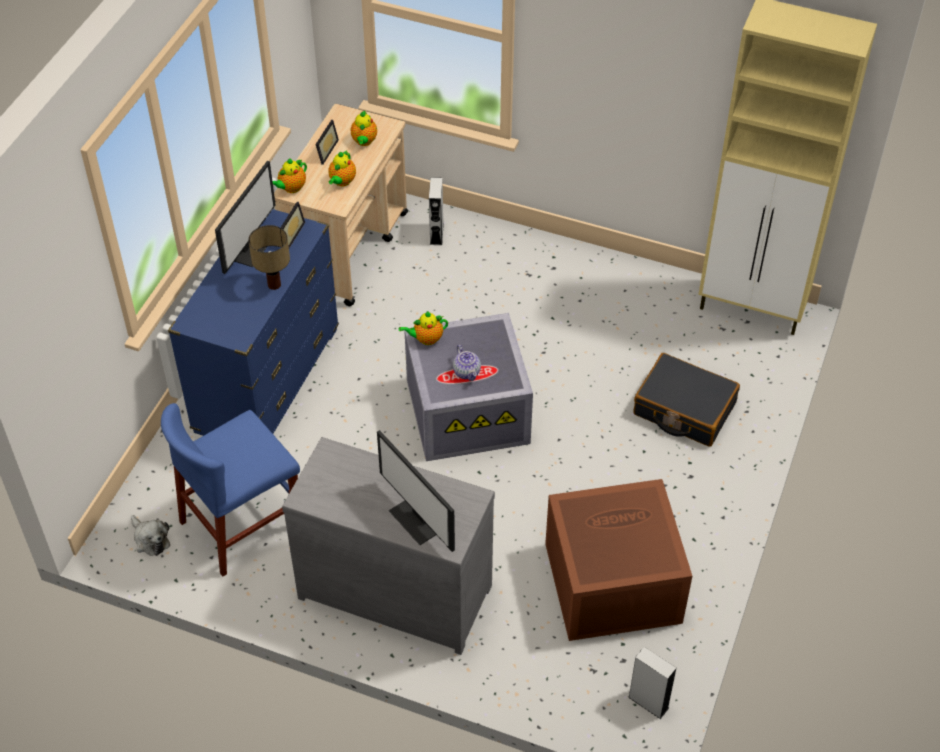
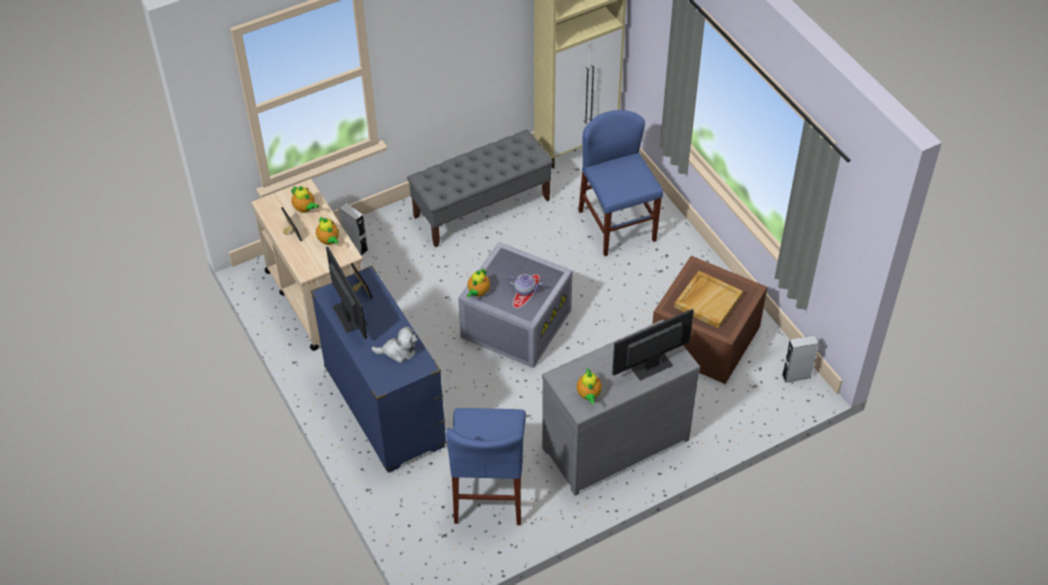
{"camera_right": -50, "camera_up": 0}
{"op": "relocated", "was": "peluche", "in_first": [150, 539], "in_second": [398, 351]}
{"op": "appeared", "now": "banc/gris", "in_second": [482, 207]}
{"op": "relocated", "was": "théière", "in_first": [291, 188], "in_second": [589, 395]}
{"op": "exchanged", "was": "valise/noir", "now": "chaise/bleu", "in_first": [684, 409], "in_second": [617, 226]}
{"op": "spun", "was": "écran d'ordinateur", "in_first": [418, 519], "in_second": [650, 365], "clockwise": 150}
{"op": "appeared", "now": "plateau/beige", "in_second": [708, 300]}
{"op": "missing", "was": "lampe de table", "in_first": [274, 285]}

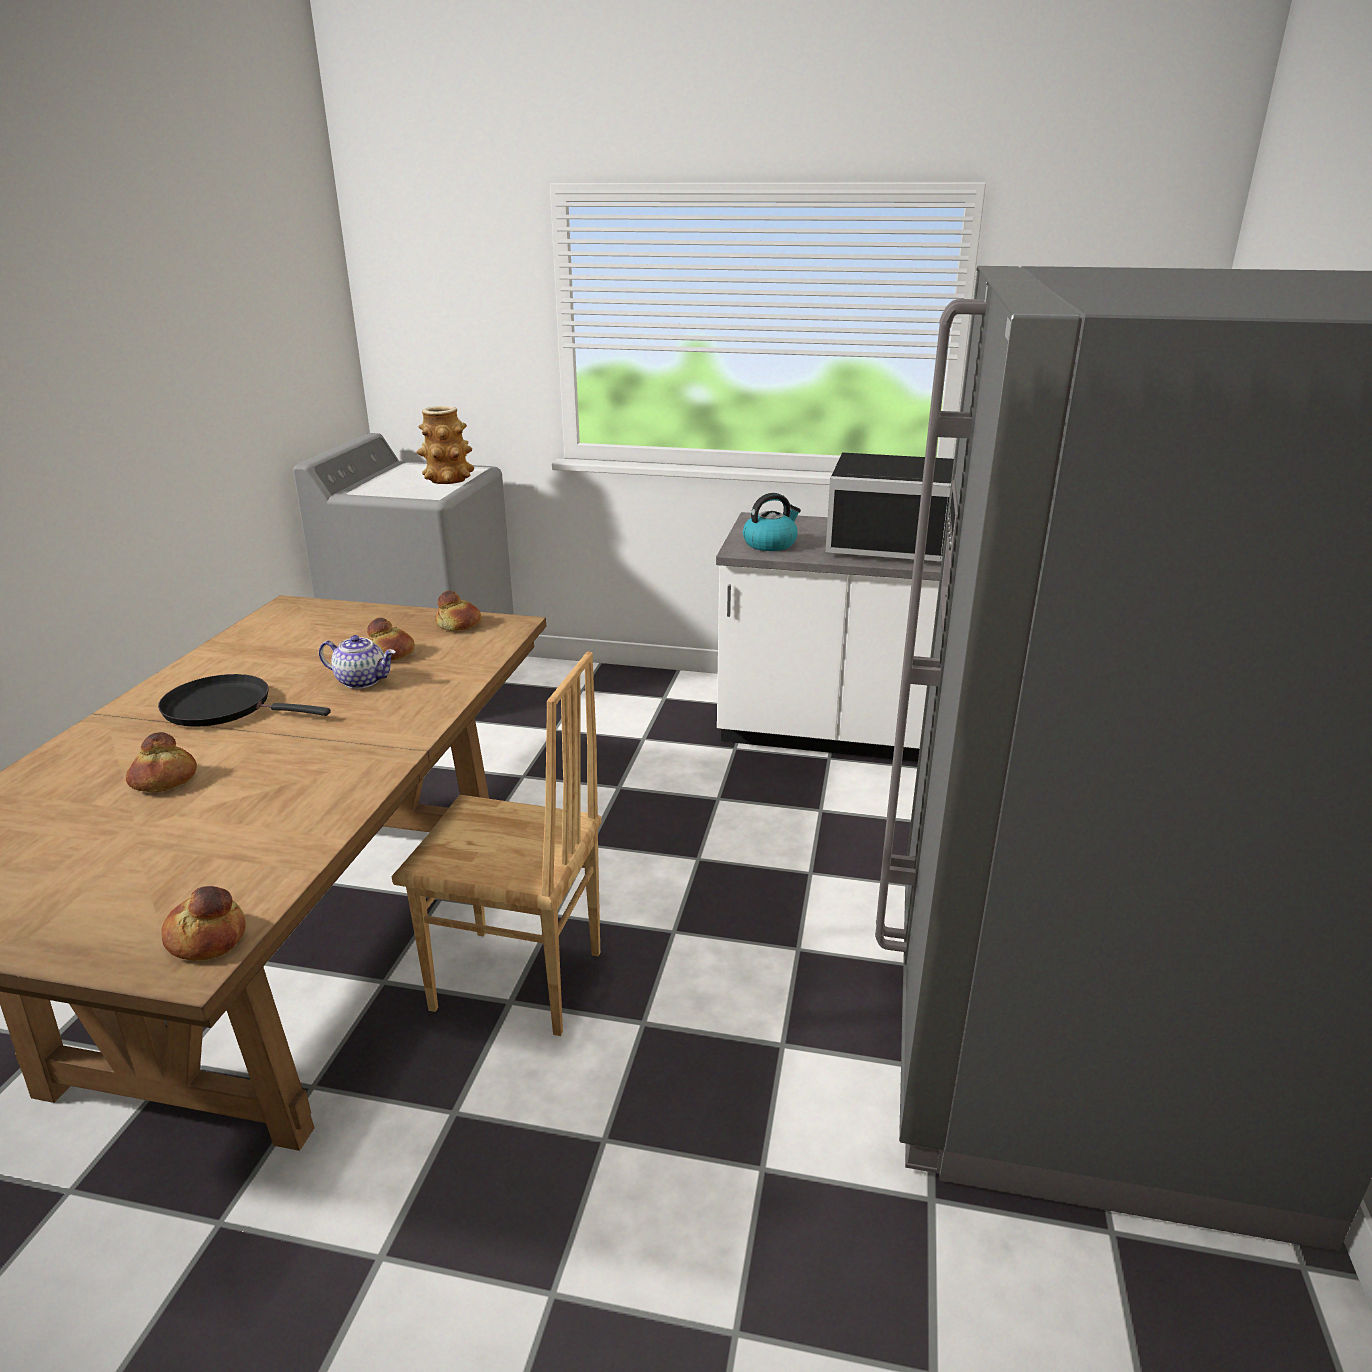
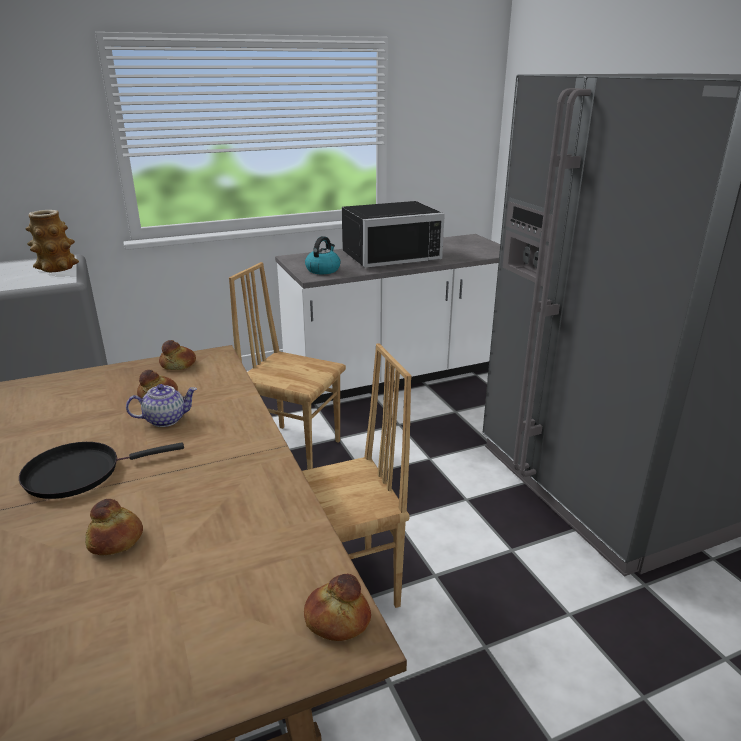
{"camera_right": -35, "camera_up": 0}
{"op": "appeared", "now": "chaise/marron", "in_second": [295, 447]}

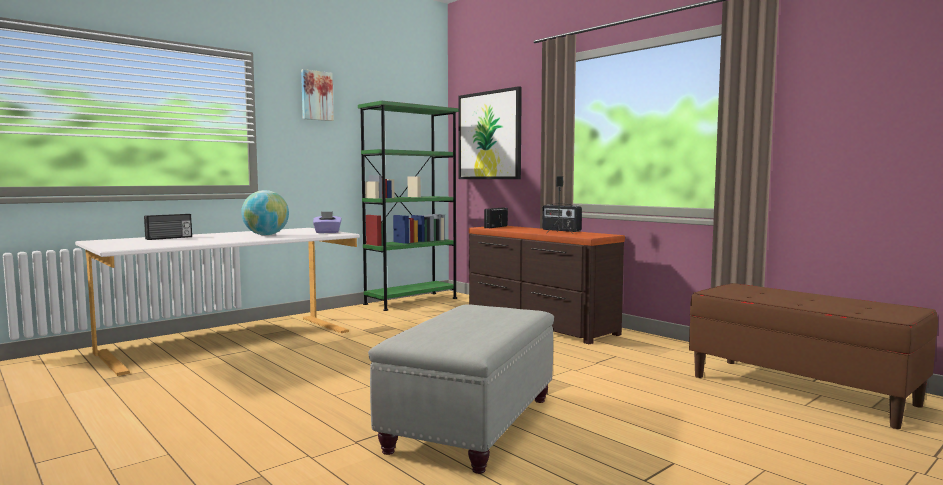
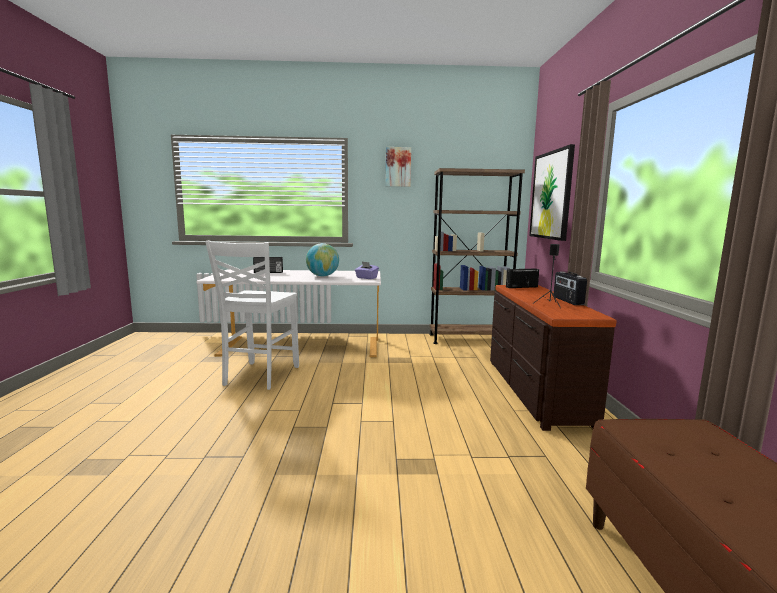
{"camera_right": 40, "camera_up": 5}
{"op": "appeared", "now": "chaise/blanc", "in_second": [260, 376]}
{"op": "colour", "was": "bibliothèque/vert", "now": "bibliothèque/marron", "in_first": [411, 301], "in_second": [469, 339]}
{"op": "missing", "was": "pouf/gris", "in_first": [471, 424]}

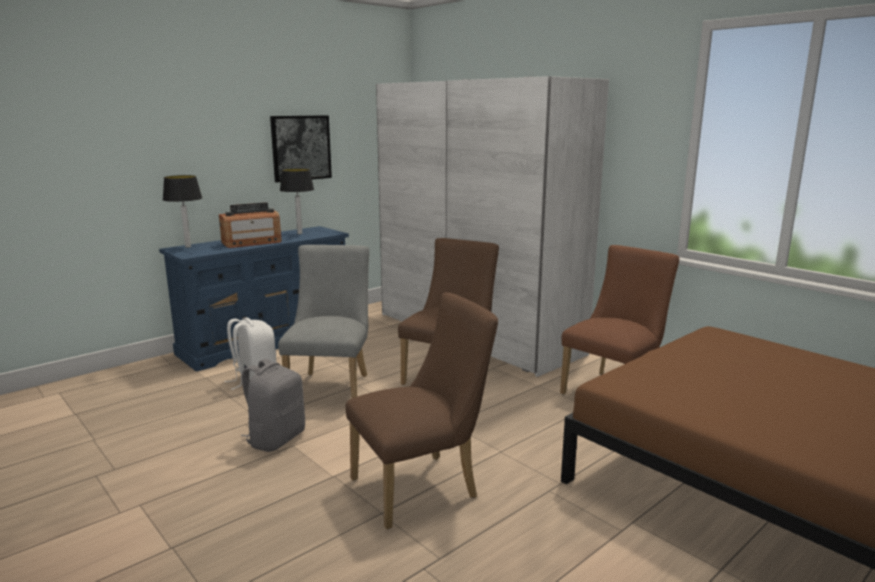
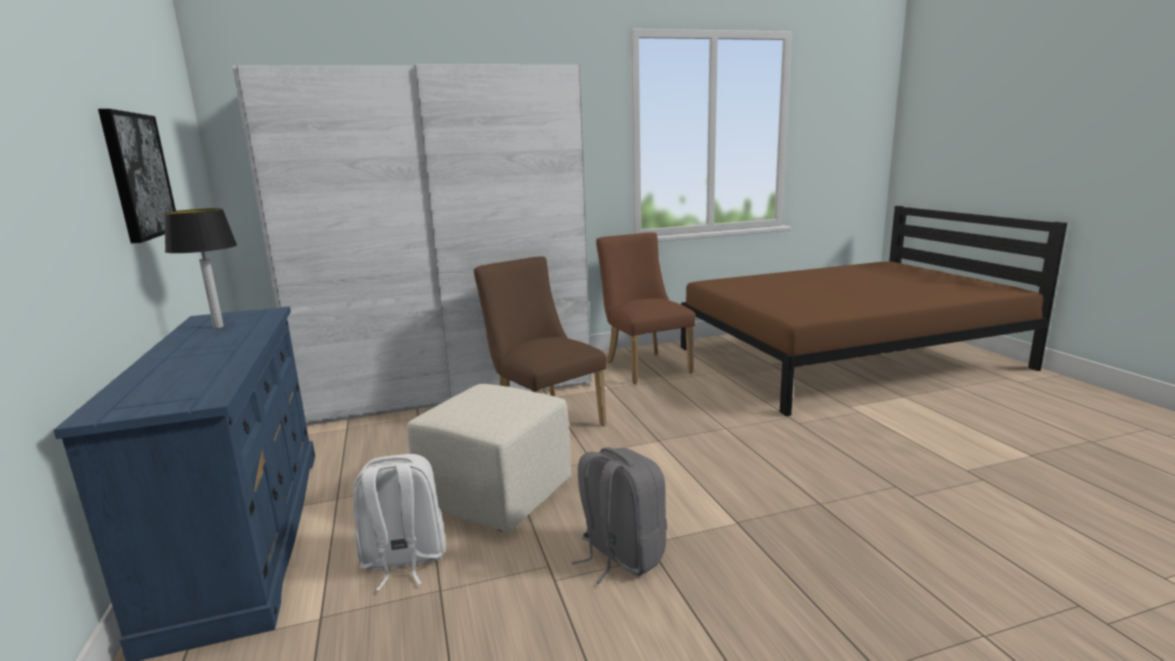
{"camera_right": -65, "camera_up": 0}
{"op": "exchanged", "was": "chaise/gris", "now": "pouf/beige", "in_first": [331, 386], "in_second": [497, 495]}
{"op": "missing", "was": "lampe de table", "in_first": [188, 247]}
{"op": "missing", "was": "radio", "in_first": [251, 242]}
{"op": "missing", "was": "chaise/marron", "in_first": [422, 486]}

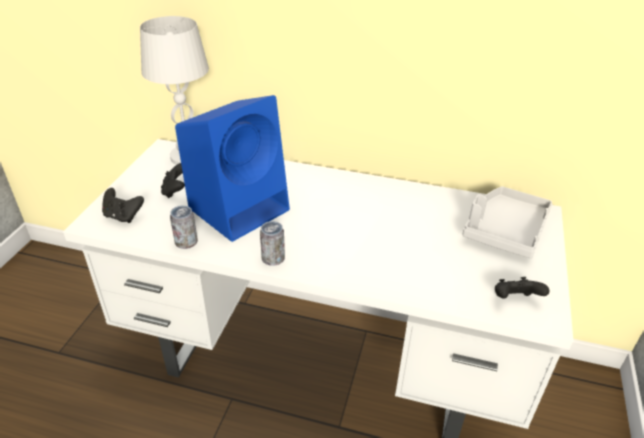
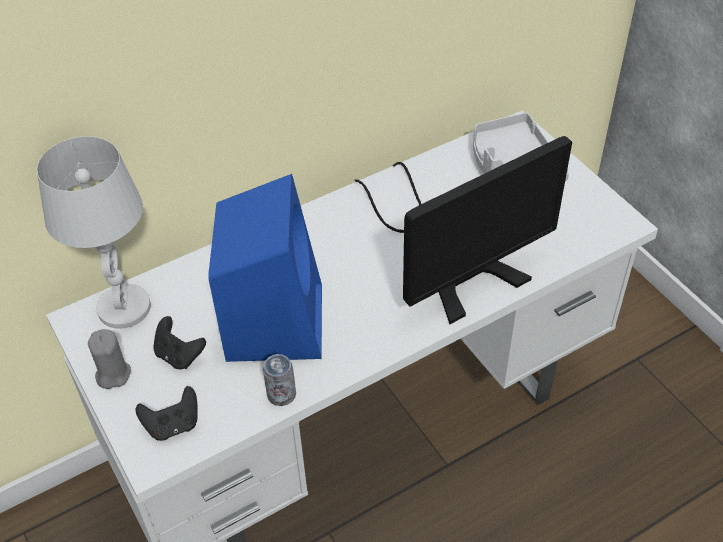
{"camera_right": -45, "camera_up": 10}
{"op": "appeared", "now": "bougie/gris", "in_second": [113, 374]}
{"op": "appeared", "now": "écran d'ordinateur", "in_second": [453, 262]}
{"op": "missing", "was": "boîte métallique", "in_first": [273, 258]}
{"op": "missing", "was": "manette/noir", "in_first": [514, 300]}

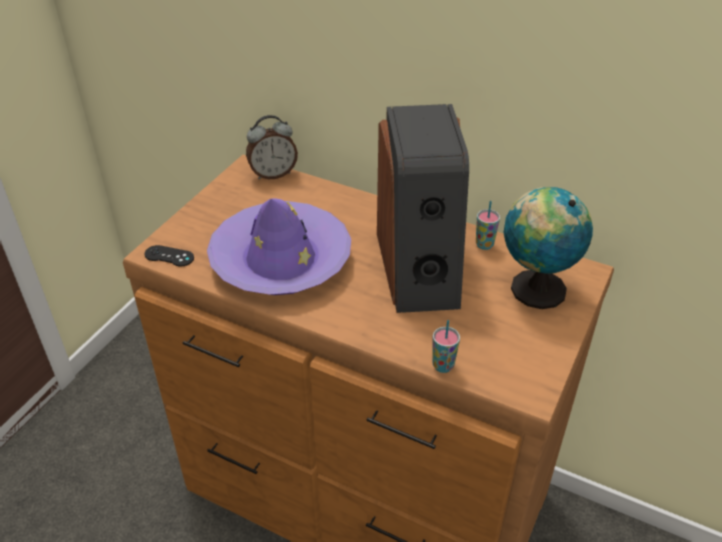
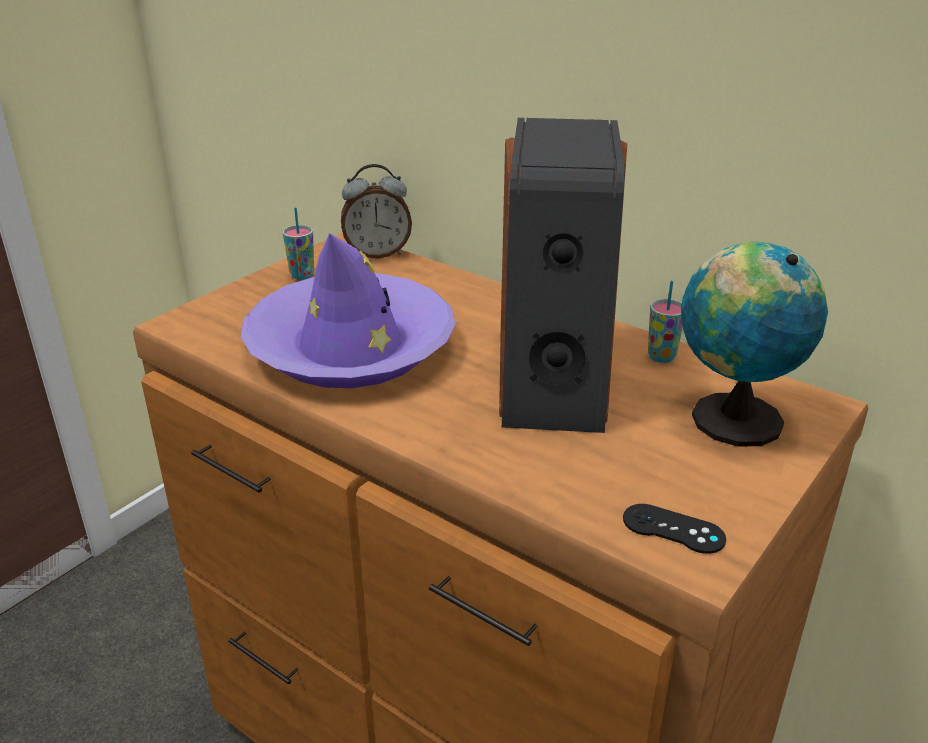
{"camera_right": 10, "camera_up": -10}
{"op": "relocated", "was": "tasse", "in_first": [443, 366], "in_second": [302, 275]}
{"op": "relocated", "was": "manette/noir", "in_first": [169, 256], "in_second": [673, 529]}

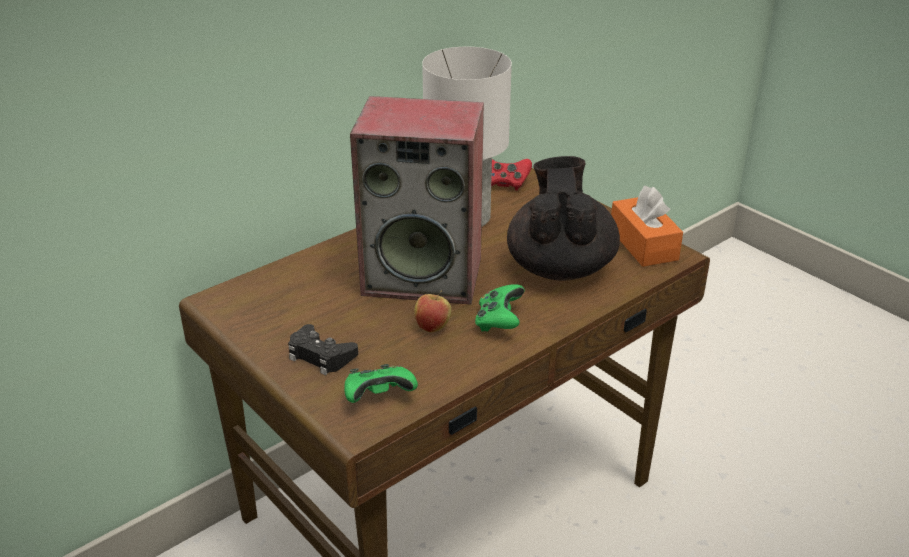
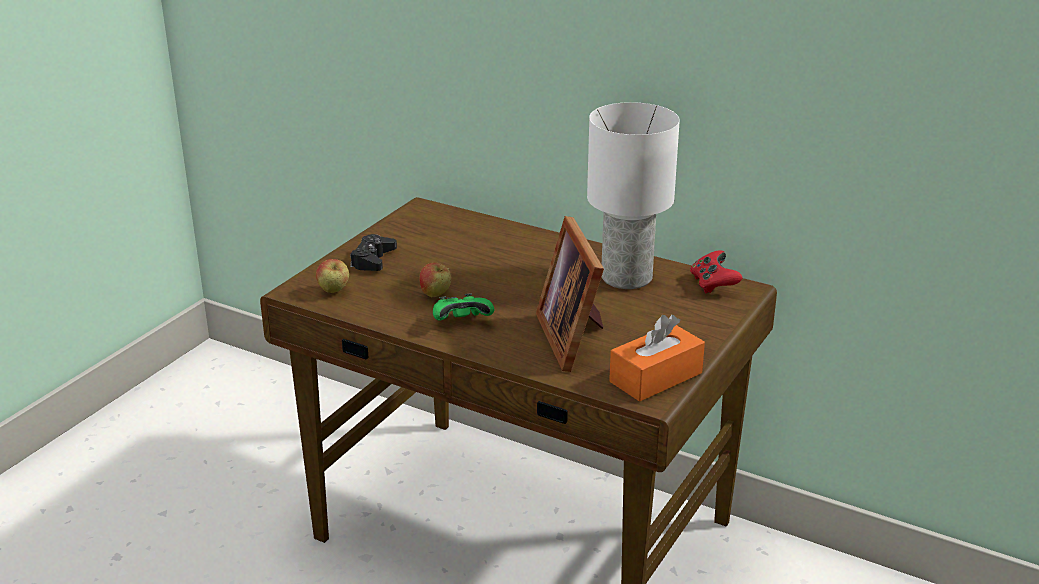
{"camera_right": 70, "camera_up": -5}
{"op": "exchanged", "was": "manette/vert", "now": "pomme", "in_first": [379, 397], "in_second": [334, 291]}
{"op": "exchanged", "was": "théière/noir", "now": "cadre photo", "in_first": [560, 266], "in_second": [575, 337]}
{"op": "missing", "was": "enceinte", "in_first": [424, 275]}

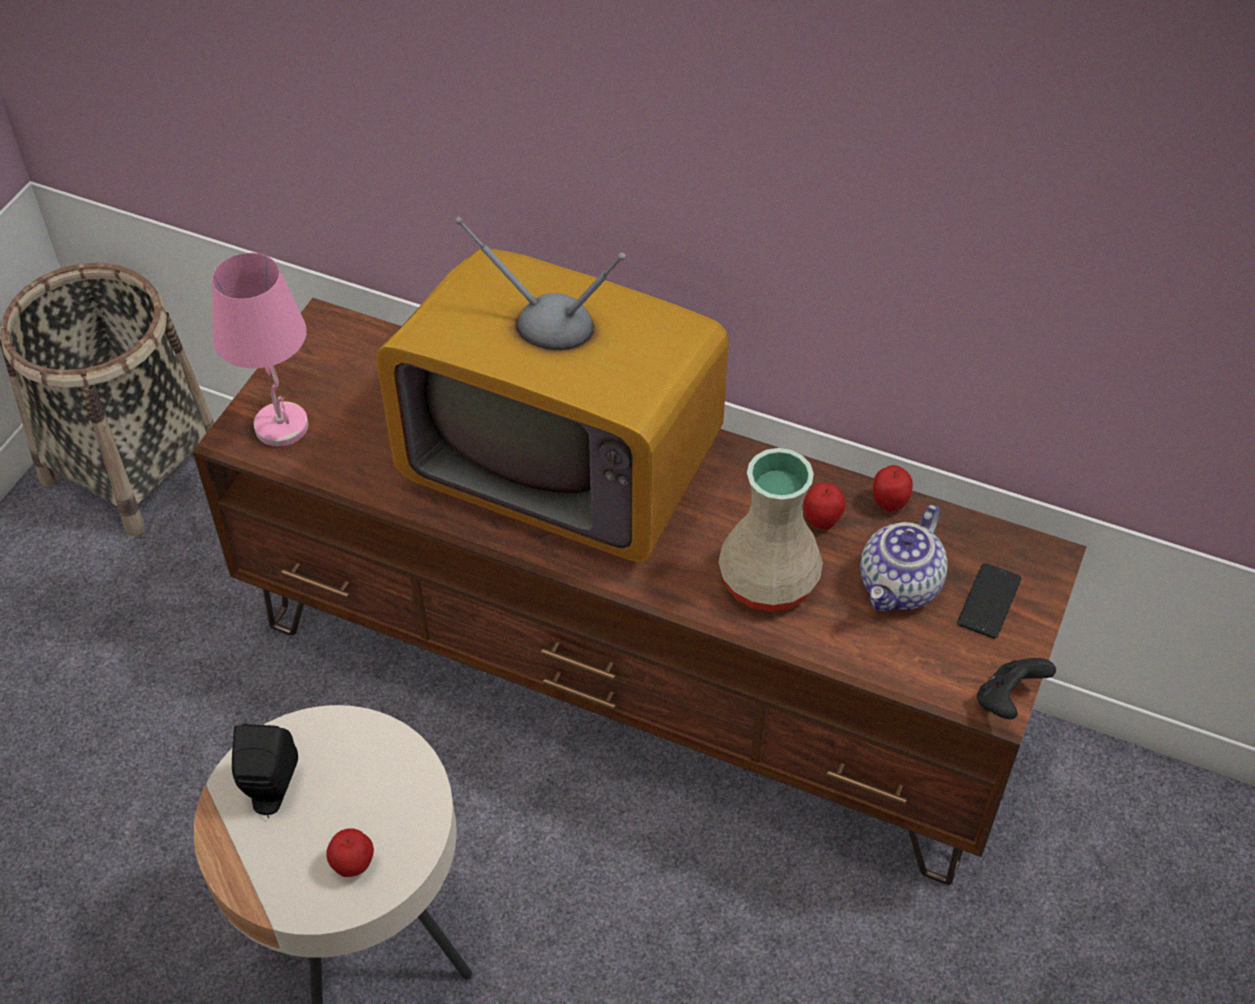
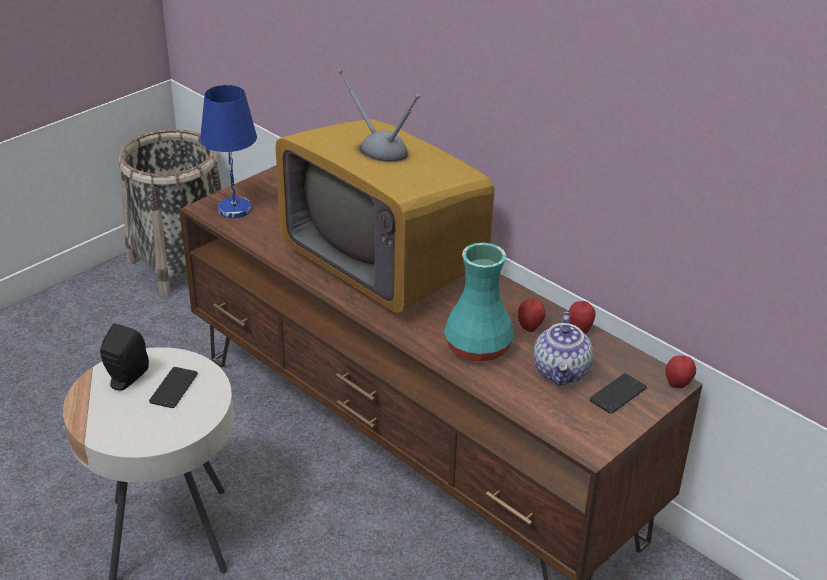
{"camera_right": 20, "camera_up": -15}
{"op": "appeared", "now": "téléphone", "in_second": [173, 388]}
{"op": "colour", "was": "lampe de table/rose", "now": "lampe de table/bleu", "in_first": [283, 427], "in_second": [235, 209]}
{"op": "colour", "was": "vase/beige", "now": "vase/turquoise", "in_first": [767, 582], "in_second": [476, 348]}
{"op": "spun", "was": "théière", "in_first": [900, 587], "in_second": [562, 372], "clockwise": -45}
{"op": "relocated", "was": "pomme", "in_first": [354, 866], "in_second": [678, 385]}
{"op": "missing", "was": "manette/noir", "in_first": [1007, 700]}

